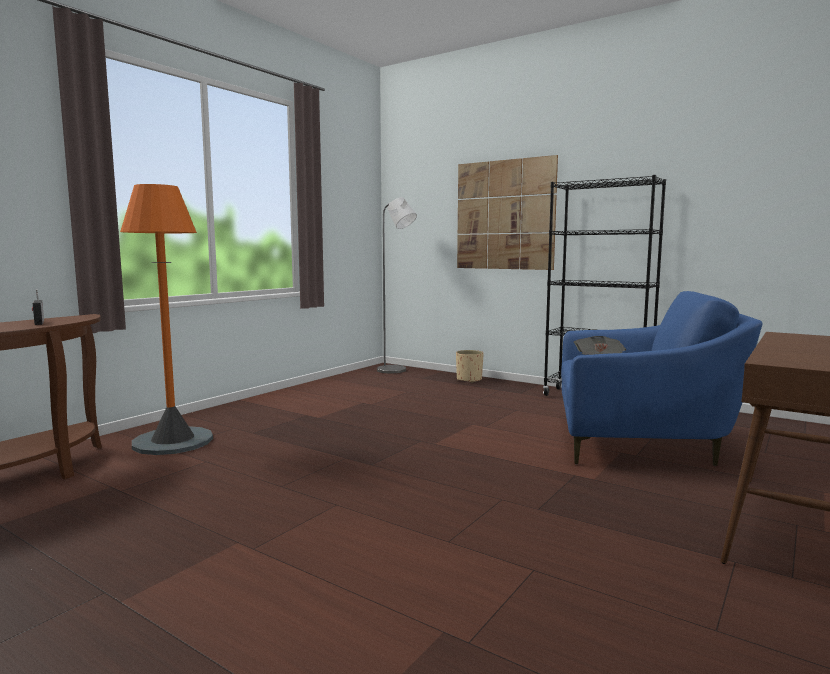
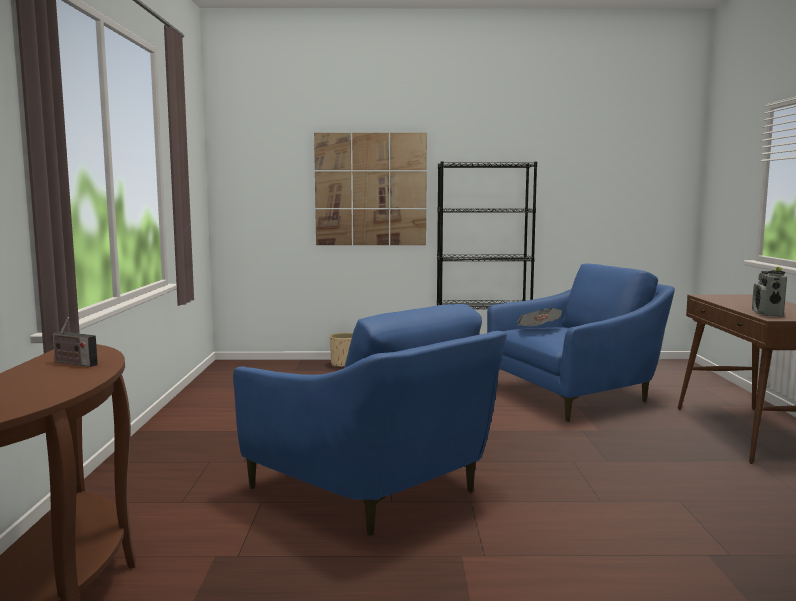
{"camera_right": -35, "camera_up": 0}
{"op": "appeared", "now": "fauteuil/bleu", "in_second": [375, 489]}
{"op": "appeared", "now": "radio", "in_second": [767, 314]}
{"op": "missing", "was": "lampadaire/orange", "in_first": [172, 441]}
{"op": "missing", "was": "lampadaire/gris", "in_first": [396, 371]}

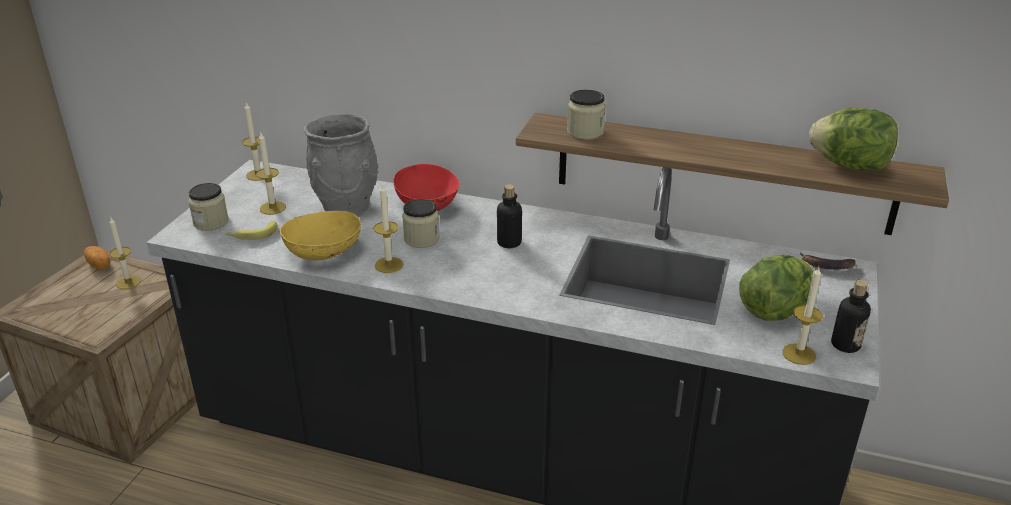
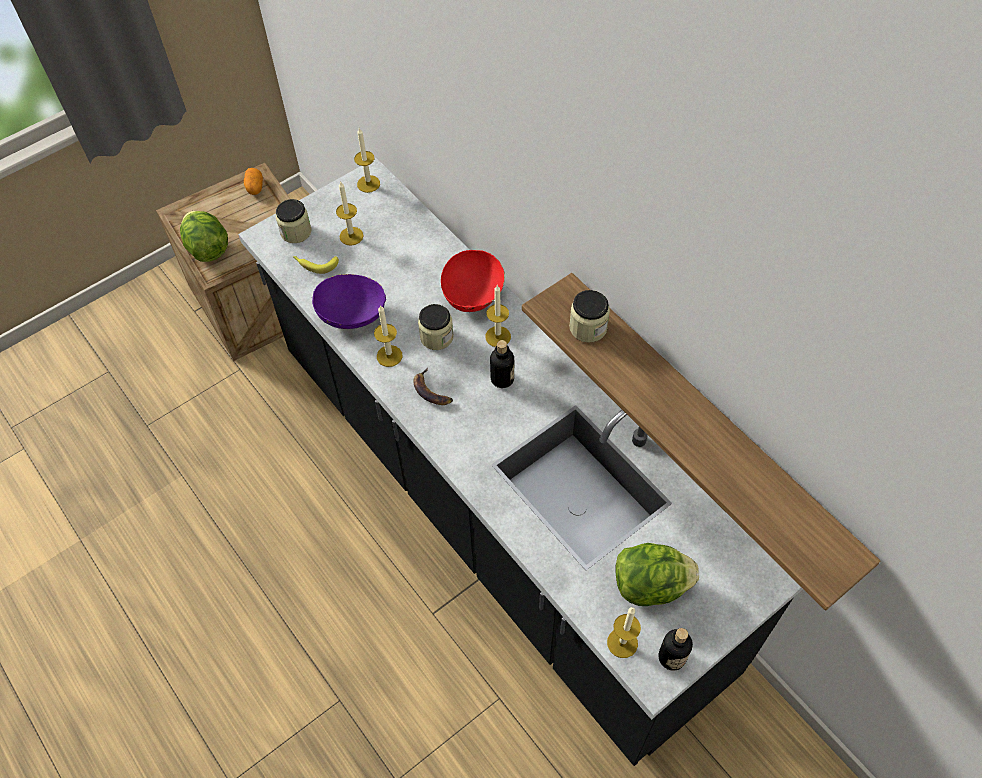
{"camera_right": 35, "camera_up": 25}
{"op": "relocated", "was": "laitue", "in_first": [849, 166], "in_second": [208, 248]}
{"op": "colour", "was": "bol/jaune", "now": "bol/violet", "in_first": [323, 252], "in_second": [352, 314]}
{"op": "relocated", "was": "banane", "in_first": [827, 265], "in_second": [432, 391]}
{"op": "relocated", "was": "bougie", "in_first": [128, 282], "in_second": [498, 336]}
{"op": "missing", "was": "vase/gris", "in_first": [347, 206]}

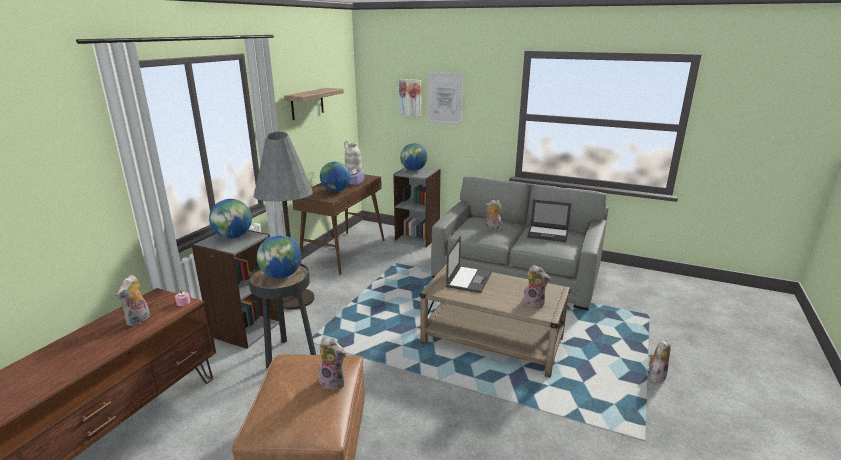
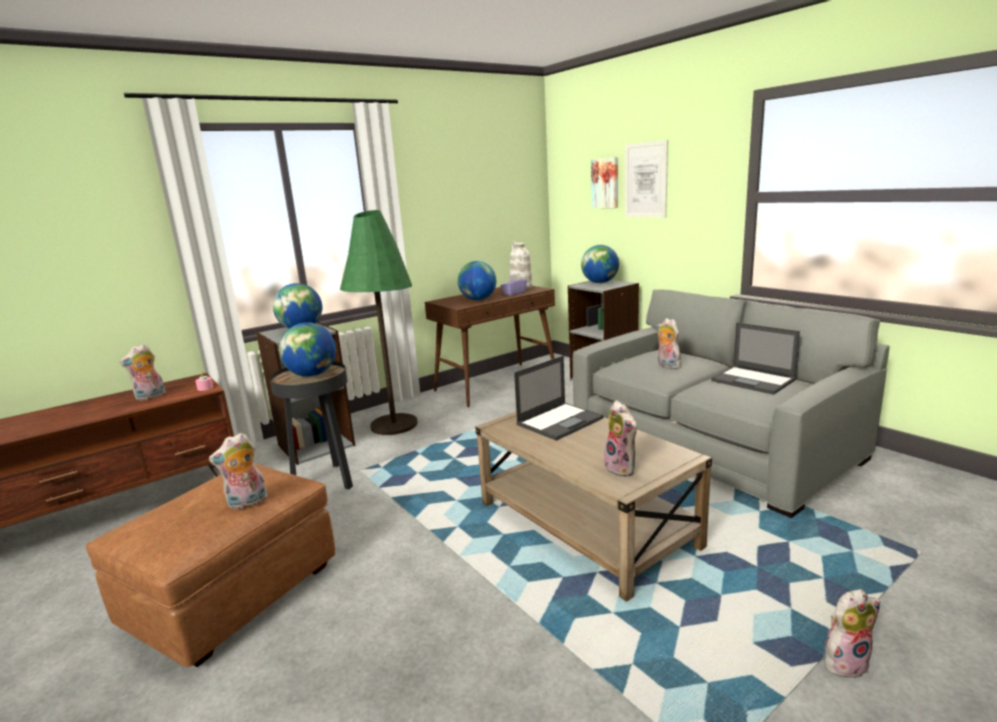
{"camera_right": 30, "camera_up": -5}
{"op": "spun", "was": "peluche", "in_first": [334, 382], "in_second": [247, 503], "clockwise": 90}
{"op": "colour", "was": "lampadaire/gris", "now": "lampadaire/vert", "in_first": [295, 299], "in_second": [394, 425]}
{"op": "missing", "was": "étagère", "in_first": [307, 103]}

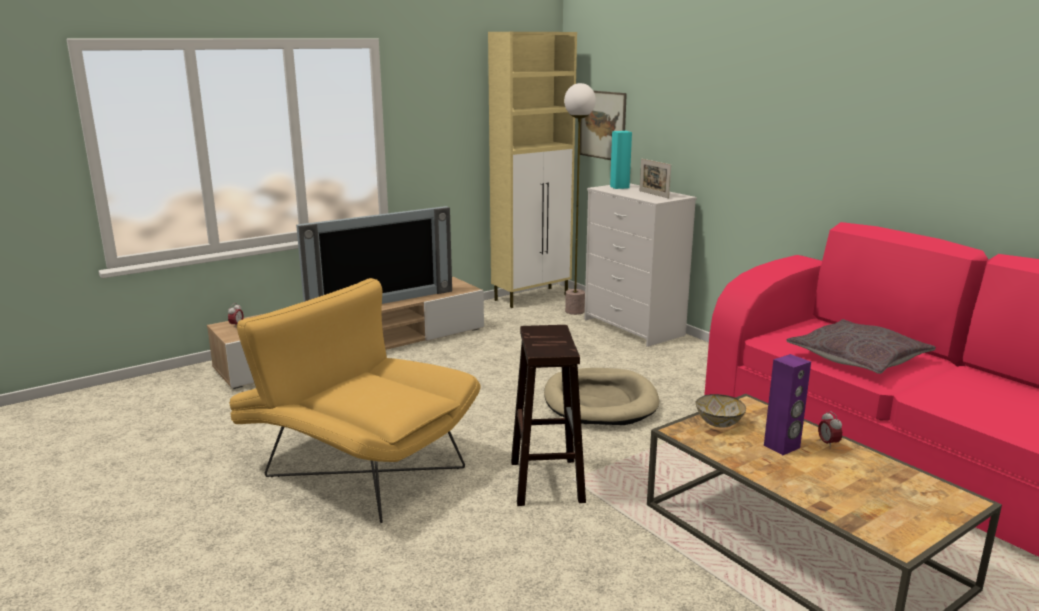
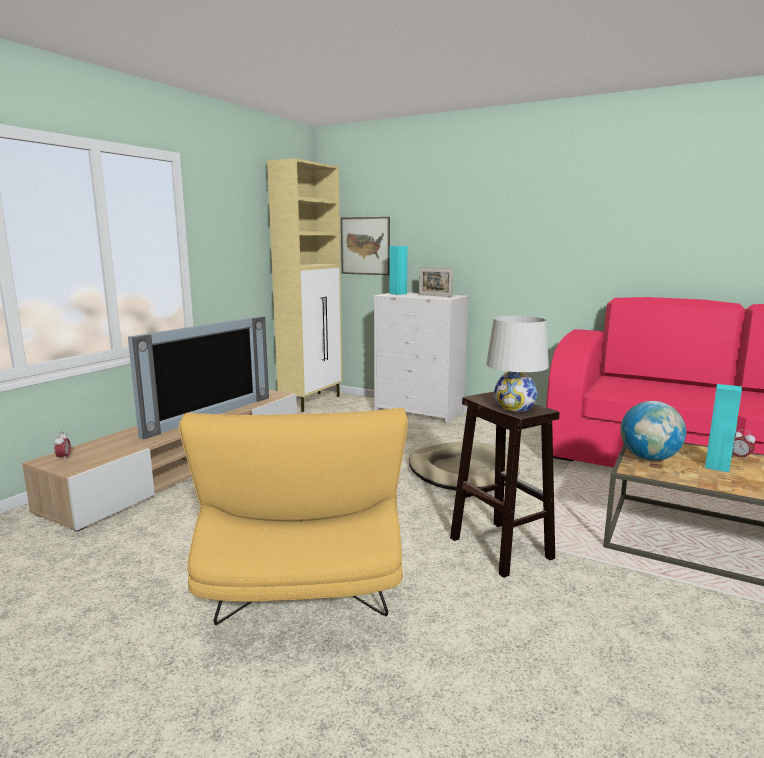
{"camera_right": -25, "camera_up": -5}
{"op": "spun", "was": "fauteuil/jaune", "in_first": [357, 465], "in_second": [305, 579], "clockwise": -105}
{"op": "appeared", "now": "lampe de table/blanc", "in_second": [514, 407]}
{"op": "exchanged", "was": "bol", "now": "globe", "in_first": [719, 423], "in_second": [649, 458]}
{"op": "colour", "was": "enceinte/violet", "now": "enceinte/turquoise", "in_first": [782, 447], "in_second": [717, 466]}
{"op": "missing", "was": "lampadaire", "in_first": [575, 311]}
{"op": "missing", "was": "coussin/gris", "in_first": [857, 358]}

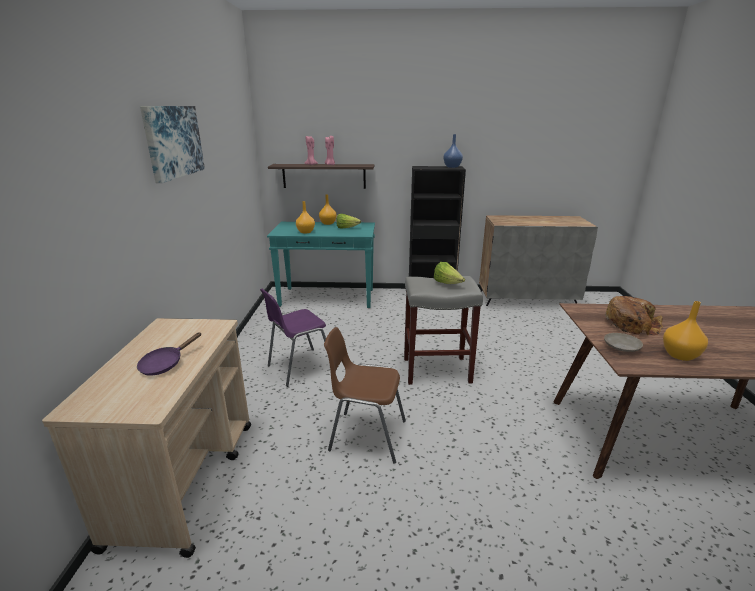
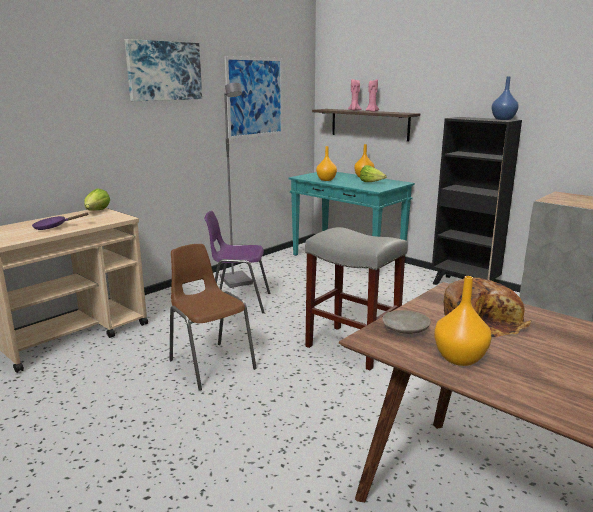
{"camera_right": 40, "camera_up": -5}
{"op": "relocated", "was": "laitue", "in_first": [447, 284], "in_second": [97, 211]}
{"op": "appeared", "now": "lampadaire/gris", "in_second": [237, 281]}
{"op": "appeared", "now": "tableau", "in_second": [255, 97]}

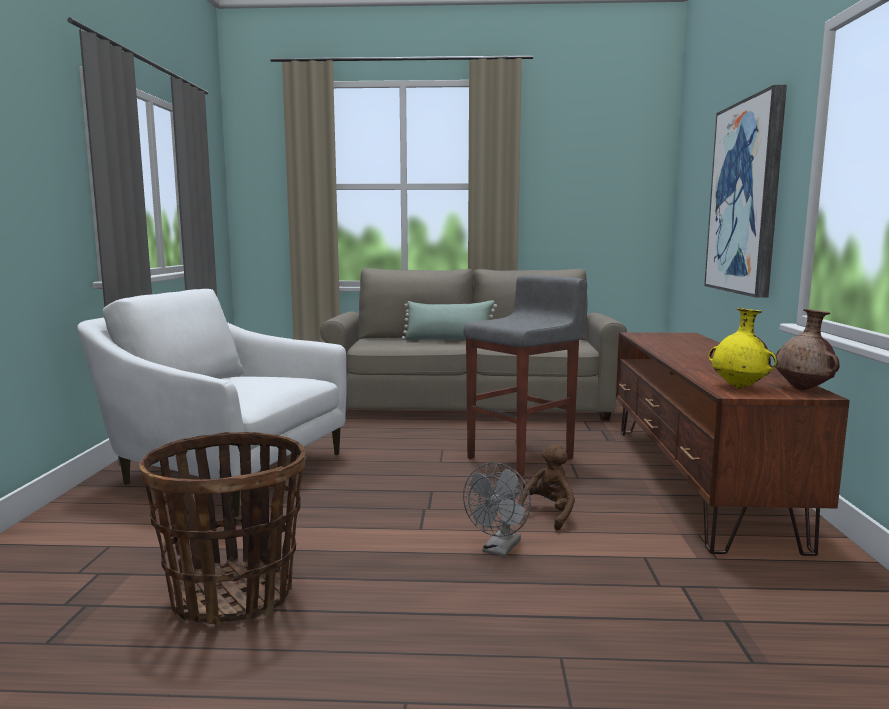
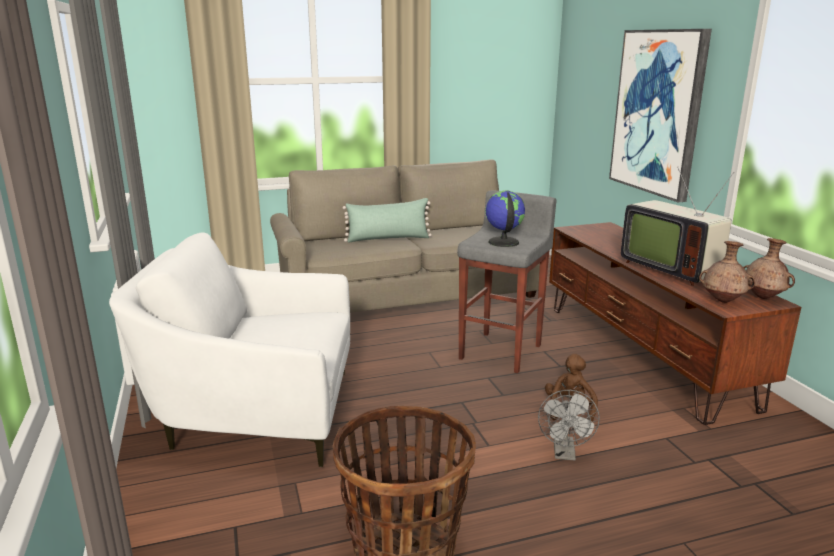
{"camera_right": -20, "camera_up": 10}
{"op": "appeared", "now": "globe", "in_second": [503, 242]}
{"op": "appeared", "now": "téléviseur", "in_second": [670, 269]}
{"op": "colour", "was": "vase/jaune", "now": "vase/marron", "in_first": [740, 387], "in_second": [723, 301]}

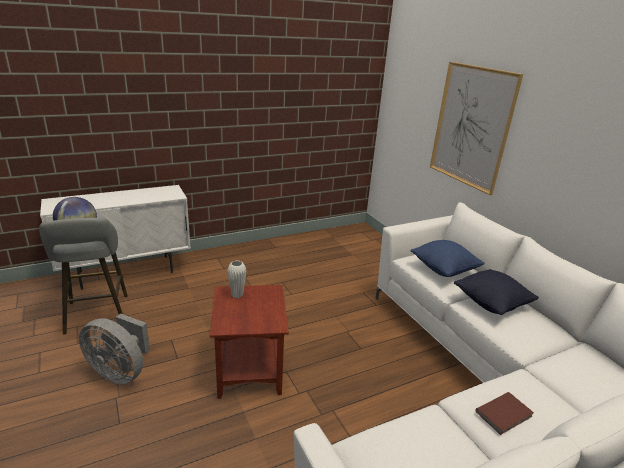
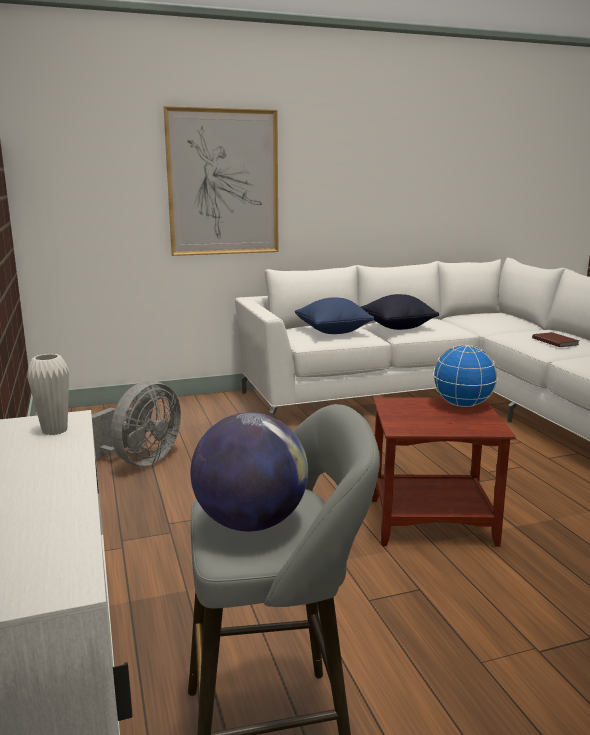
{"camera_right": -80, "camera_up": -10}
{"op": "relocated", "was": "vase/blanc", "in_first": [237, 295], "in_second": [55, 430]}
{"op": "relocated", "was": "ventilateur/gris", "in_first": [120, 371], "in_second": [139, 461]}
{"op": "appeared", "now": "globe", "in_second": [463, 405]}

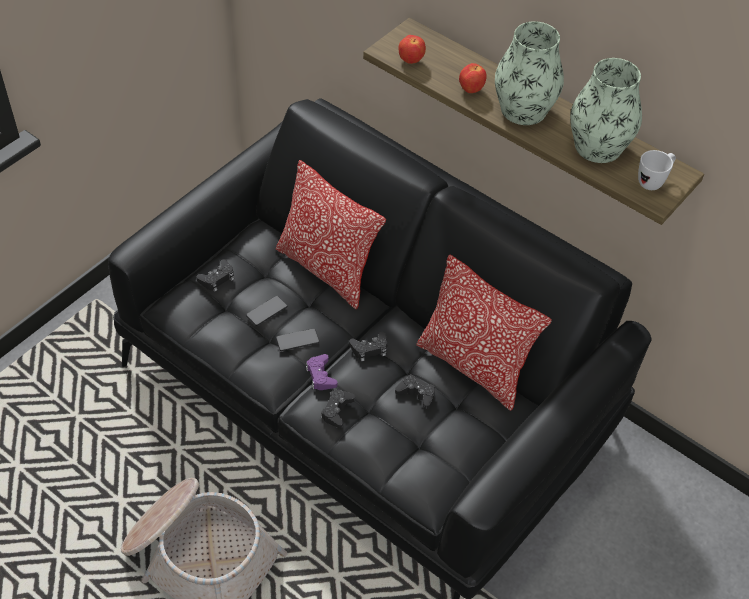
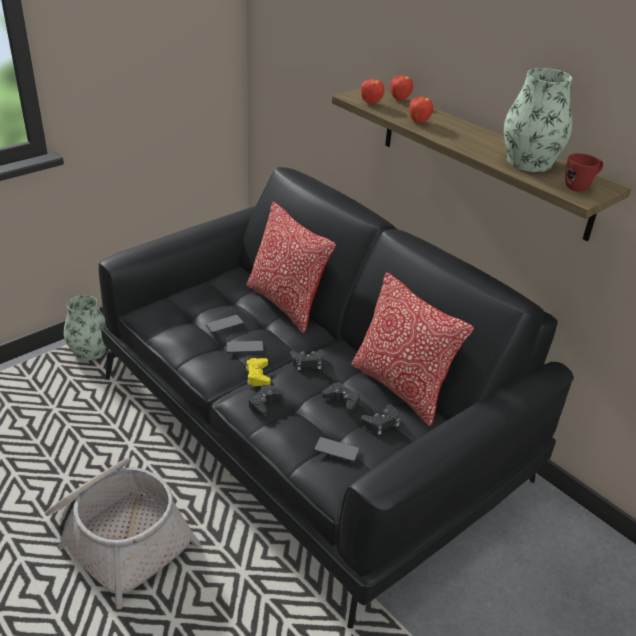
{"camera_right": 10, "camera_up": -15}
{"op": "relocated", "was": "vase", "in_first": [523, 109], "in_second": [90, 352]}
{"op": "colour", "was": "manette/violet", "now": "manette/jaune", "in_first": [320, 376], "in_second": [257, 375]}
{"op": "appeared", "now": "téléphone", "in_second": [336, 450]}
{"op": "relocated", "was": "manette/noir", "in_first": [217, 278], "in_second": [381, 422]}
{"op": "appeared", "now": "pomme", "in_second": [400, 99]}
{"op": "colour", "was": "mug/blanc", "now": "mug/rouge", "in_first": [653, 181], "in_second": [580, 187]}

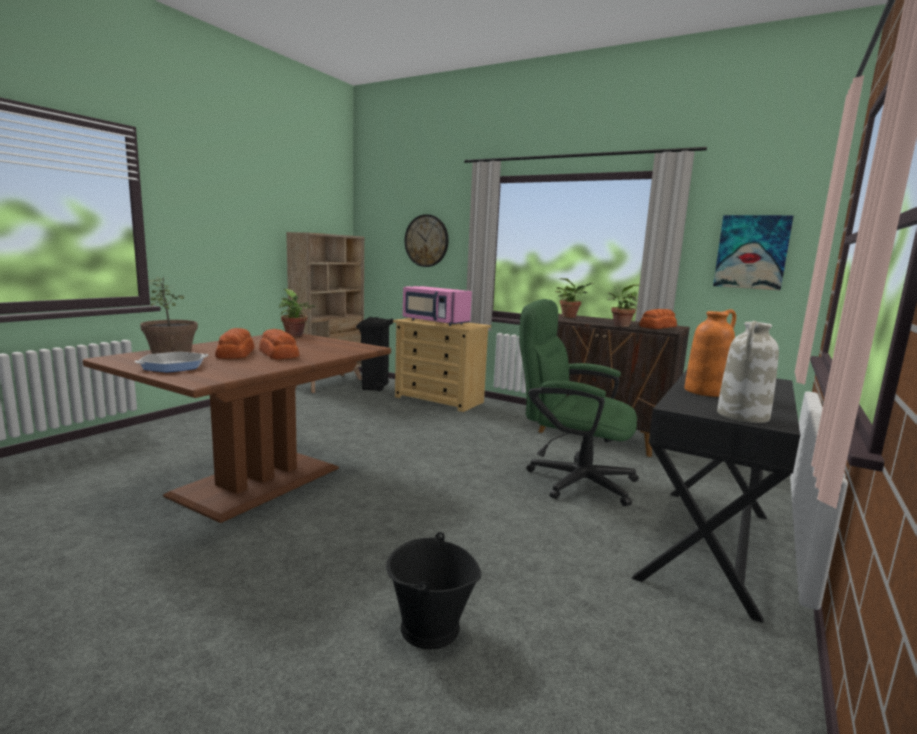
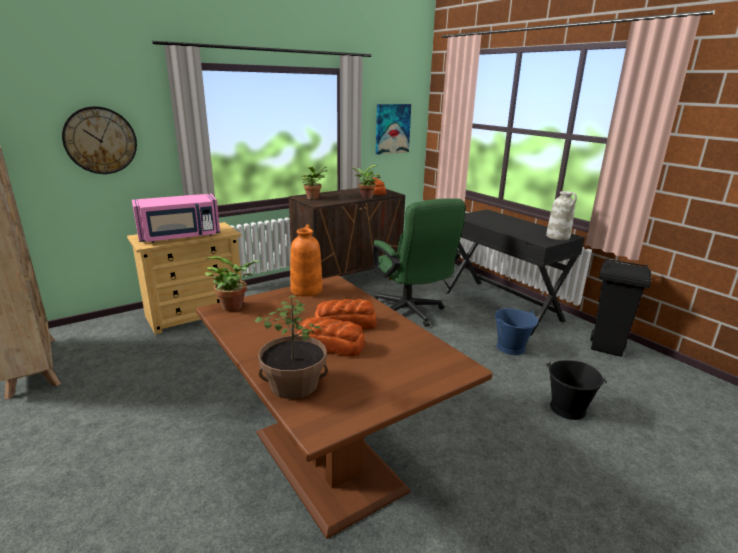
{"camera_right": -65, "camera_up": 10}
{"op": "relocated", "was": "vase/orange", "in_first": [706, 391], "in_second": [306, 290]}
{"op": "spun", "was": "chaise de bureau/vert", "in_first": [570, 479], "in_second": [410, 313], "clockwise": -75}
{"op": "appeared", "now": "seau/bleu", "in_second": [511, 347]}
{"op": "relocated", "was": "poubelle/noir", "in_first": [374, 388], "in_second": [607, 348]}
{"op": "missing", "was": "poêle", "in_first": [173, 366]}

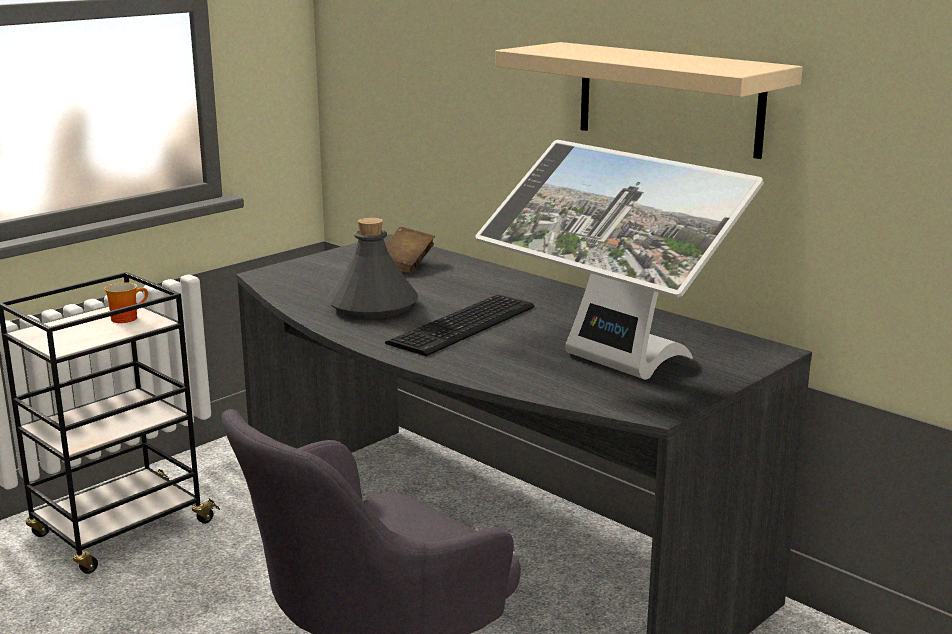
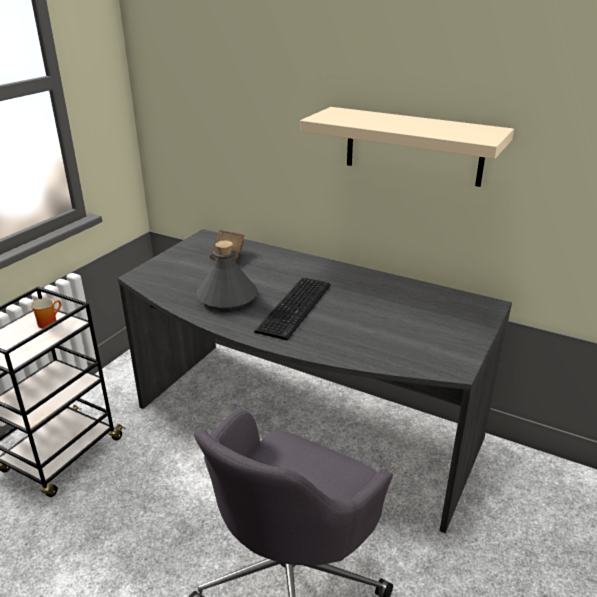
{"camera_right": -15, "camera_up": 10}
{"op": "missing", "was": "écran d'ordinateur", "in_first": [609, 365]}

